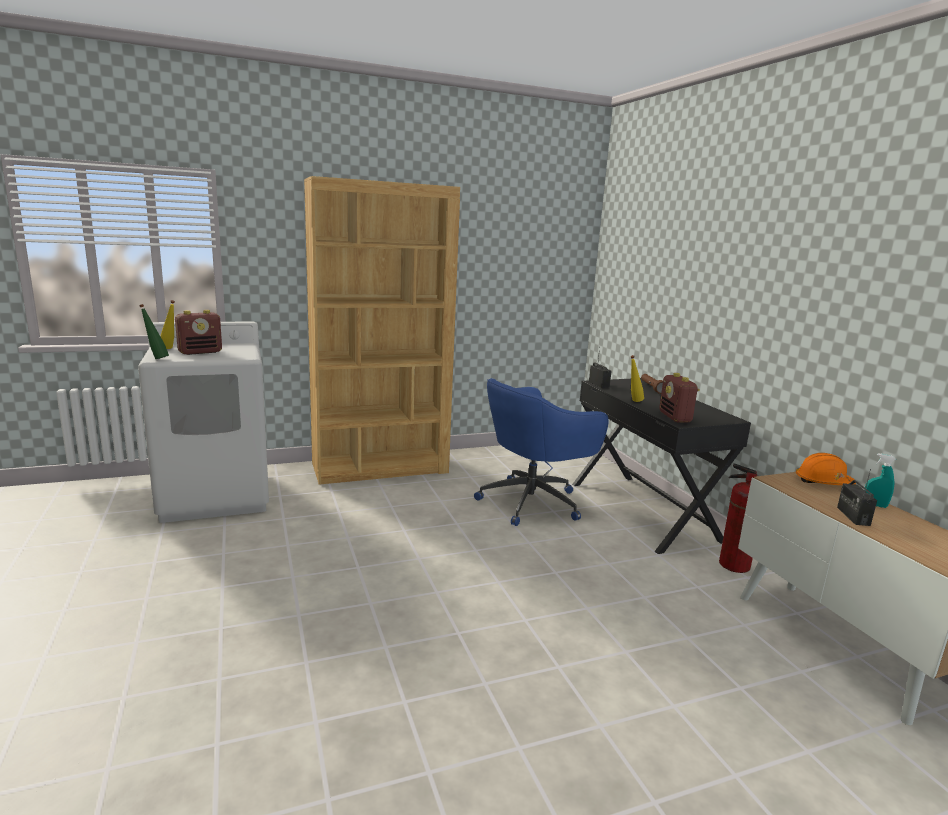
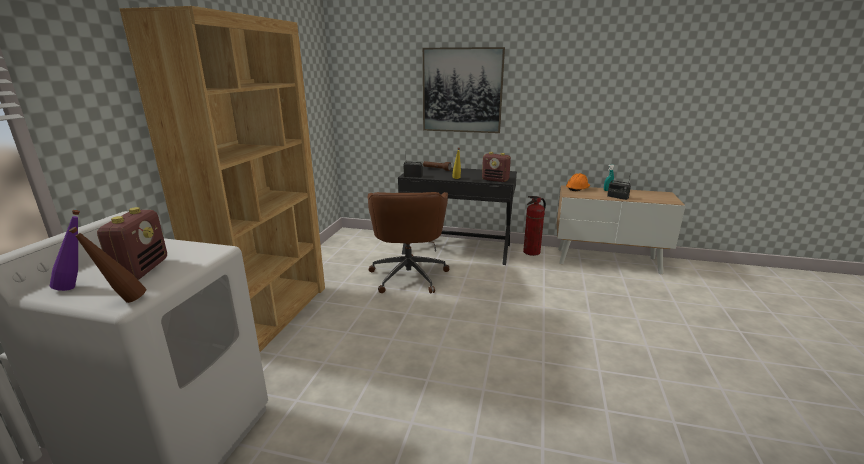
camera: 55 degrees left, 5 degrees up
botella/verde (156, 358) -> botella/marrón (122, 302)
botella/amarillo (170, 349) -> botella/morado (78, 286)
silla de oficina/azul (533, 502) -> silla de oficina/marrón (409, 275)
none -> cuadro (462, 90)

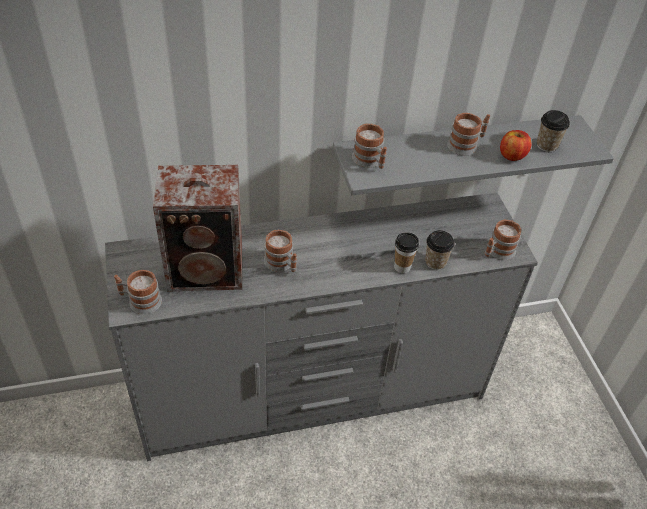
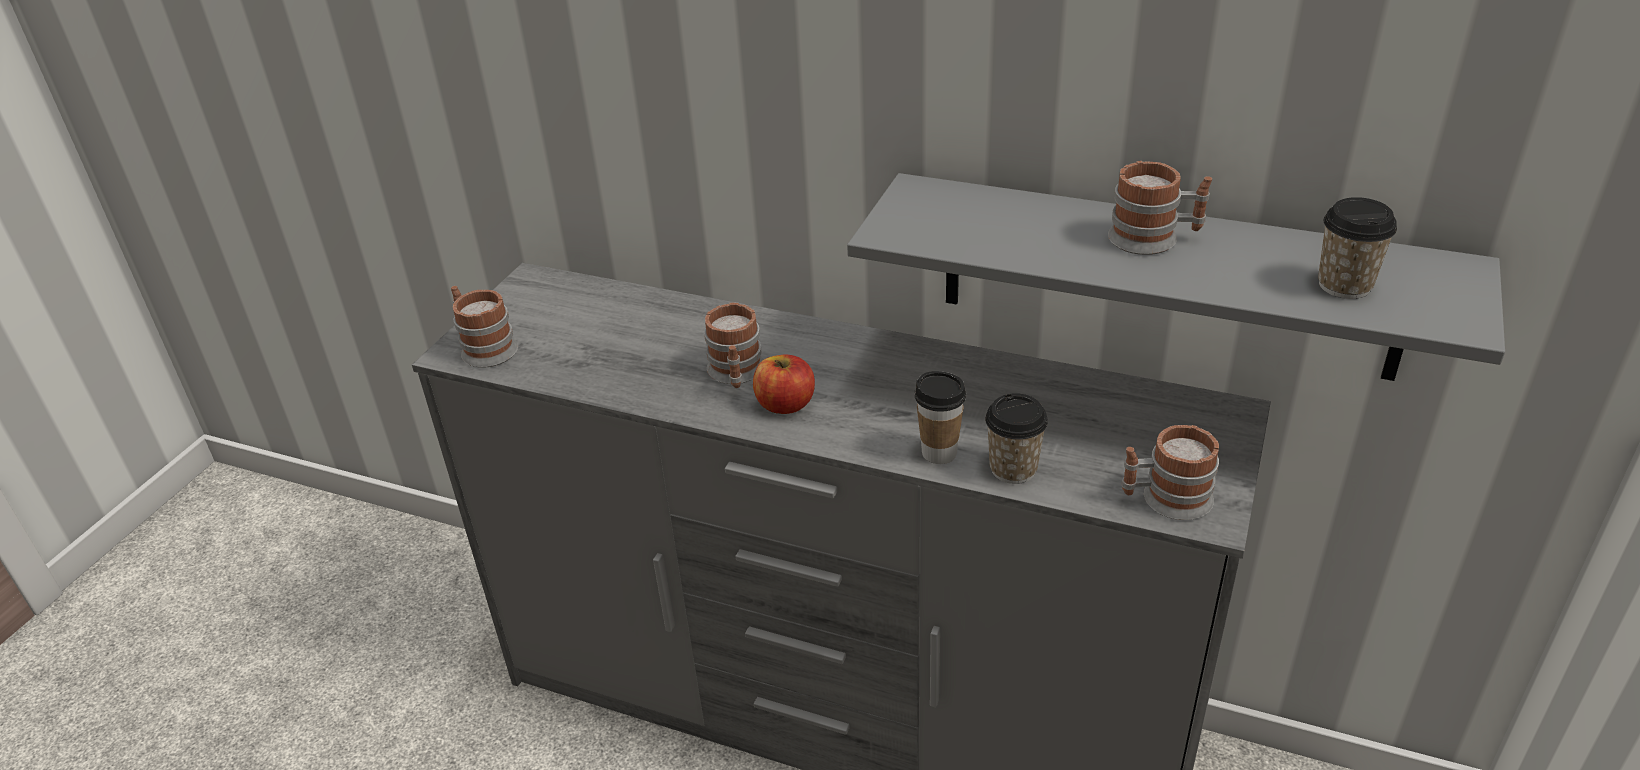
camera: 40 degrees right, 10 degrees down
altavoz (208, 270) -> none
taza grande (370, 161) -> none
manzana (512, 155) -> manzana (785, 404), moved

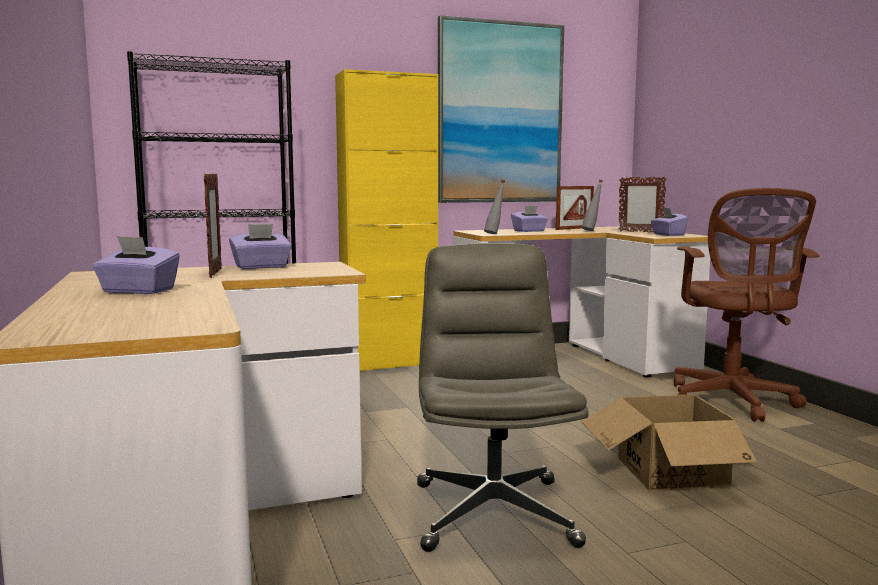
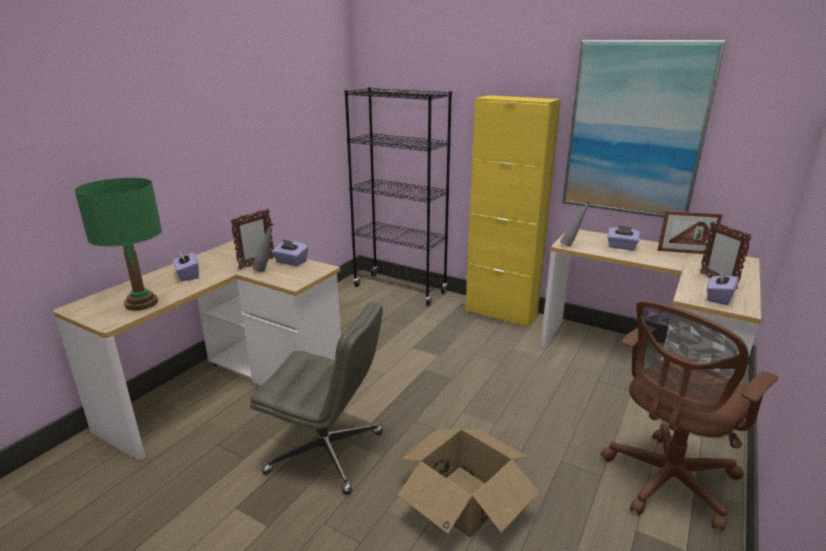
camera: 50 degrees right, 15 degrees up
silla de oficina/gris (492, 513) -> silla de oficina/gris (327, 453), 60 degrees clockwise
botella/gris (592, 230) -> botella/gris (266, 271), moved
none -> lámpara de mesa/verde (141, 303)

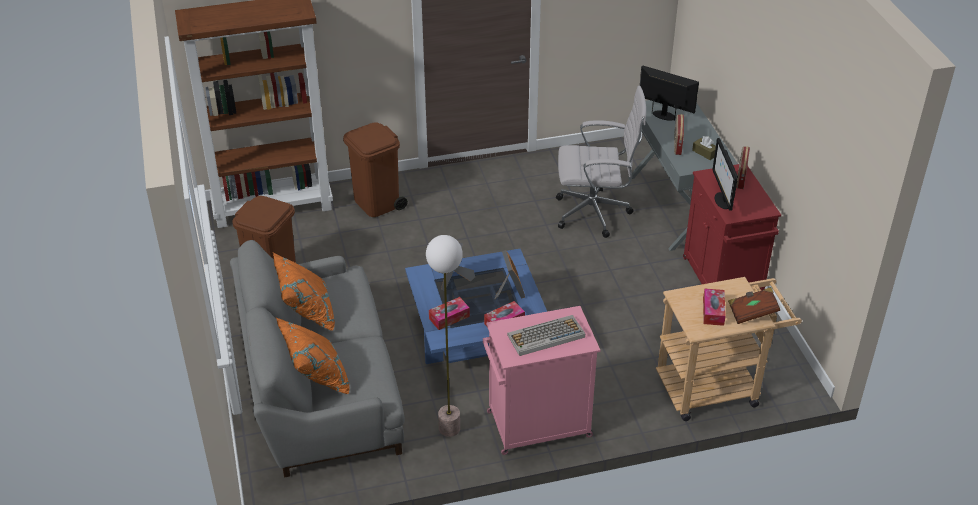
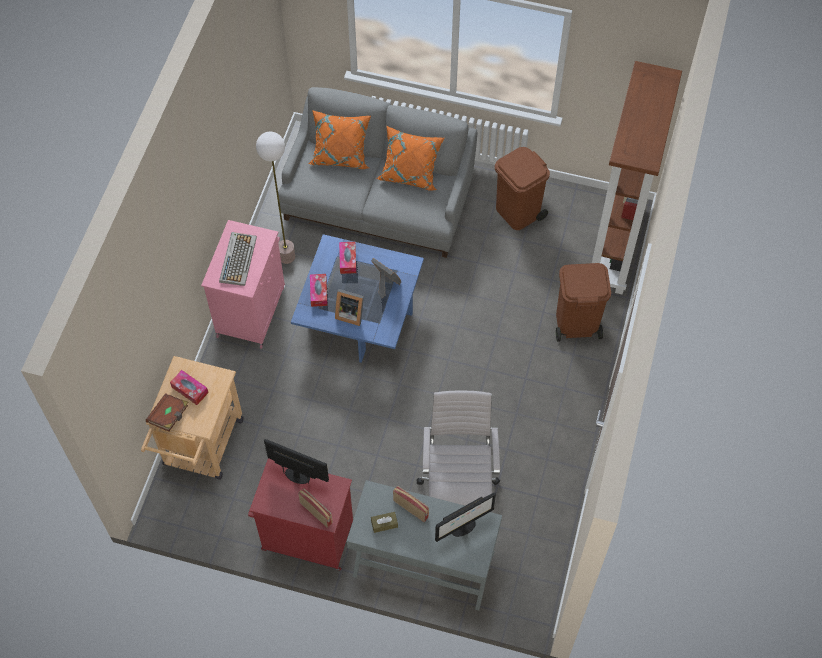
camera: 120 degrees right, 20 degrees up
silla de oficina/blanco (596, 213) -> silla de oficina/blanco (458, 489), 150 degrees clockwise

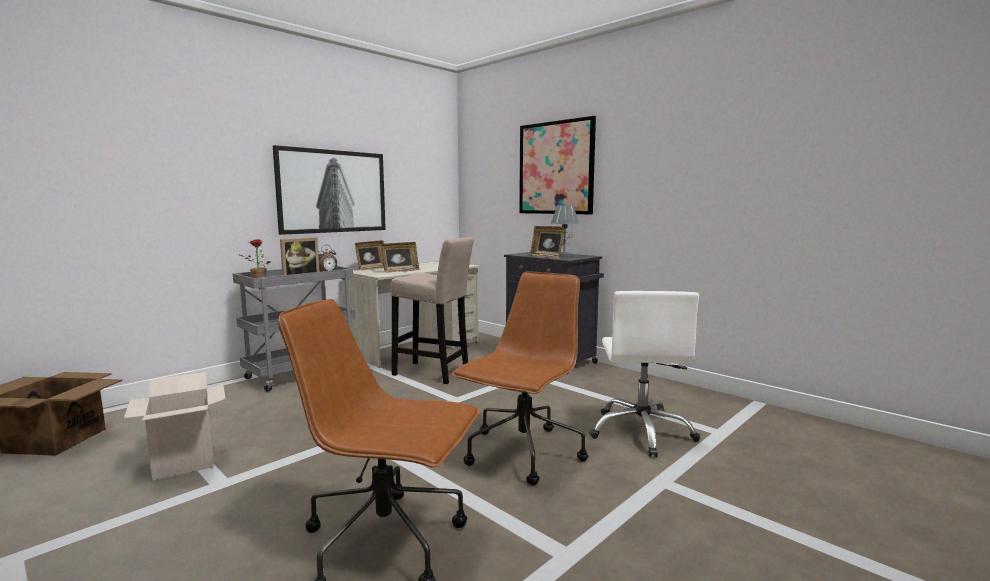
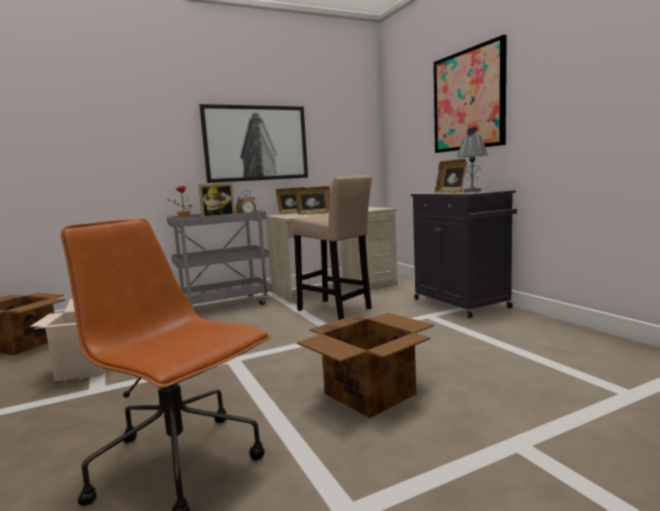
camera: 20 degrees right, 0 degrees up
silla de oficina/marrón (523, 454) -> caja de cartón (371, 393)
silla de oficina/blanco (641, 432) -> none

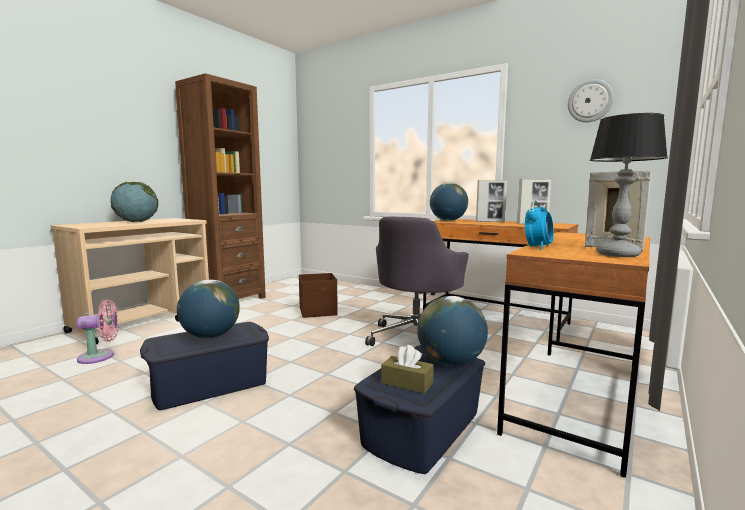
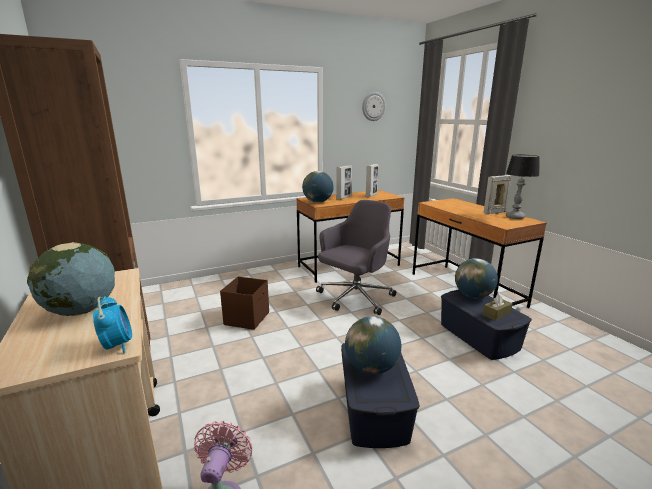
camera: 60 degrees left, 10 degrees up
silla de oficina/gris (417, 337) -> silla de oficina/gris (354, 298), 105 degrees counterclockwise
despertador (538, 247) -> despertador (117, 345), moved

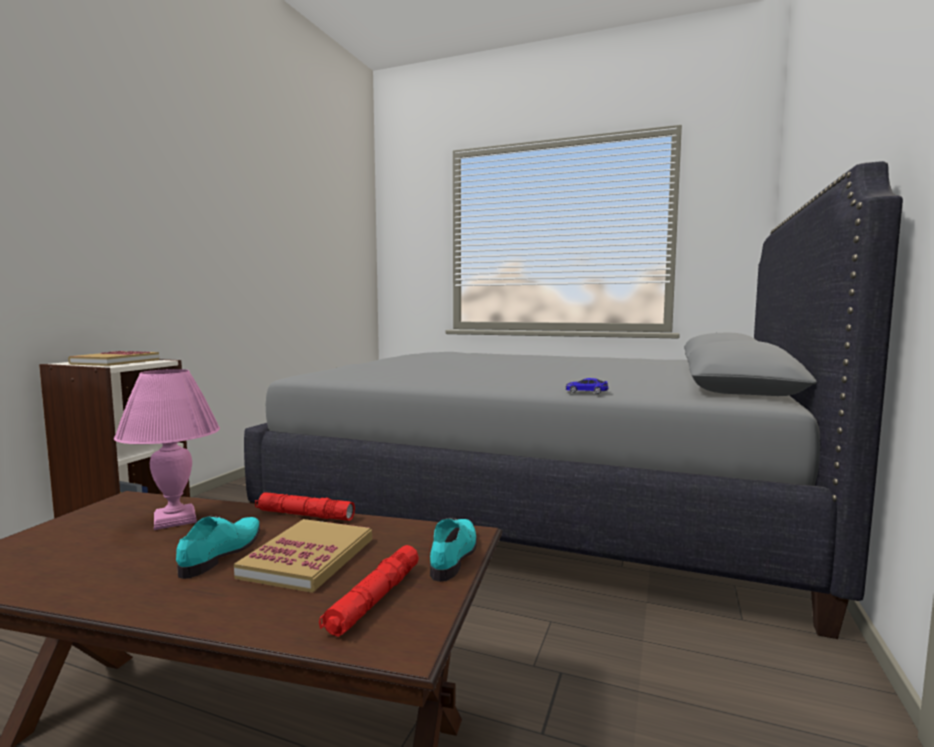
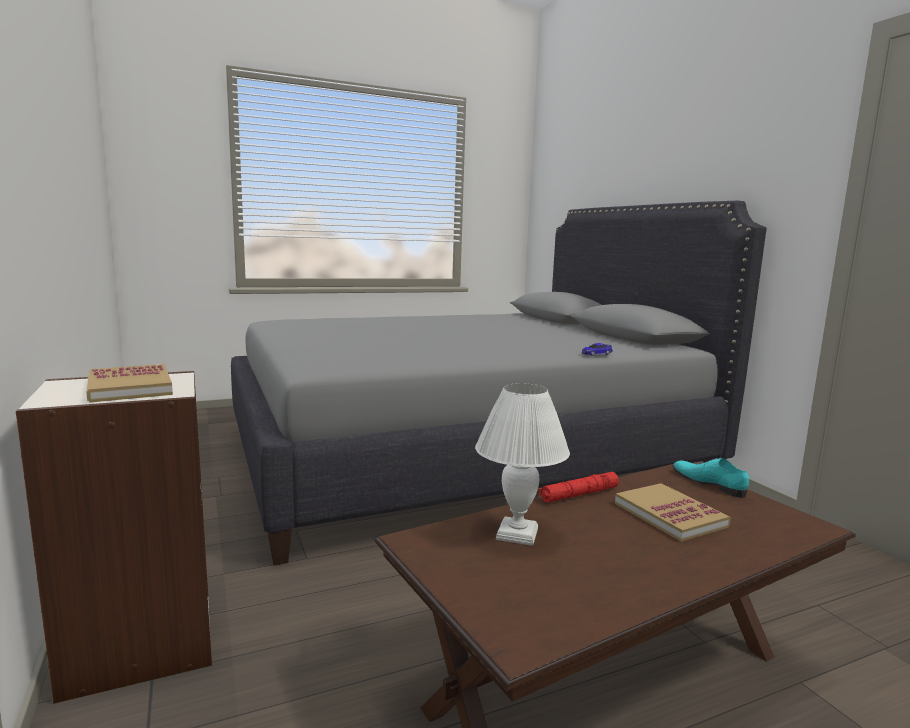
camera: 45 degrees left, 5 degrees up
lámpara de mesa/rosa (176, 519) -> lámpara de mesa/blanco (516, 533)
zapato/turquesa (224, 551) -> none
linterna/rojo (374, 599) -> none

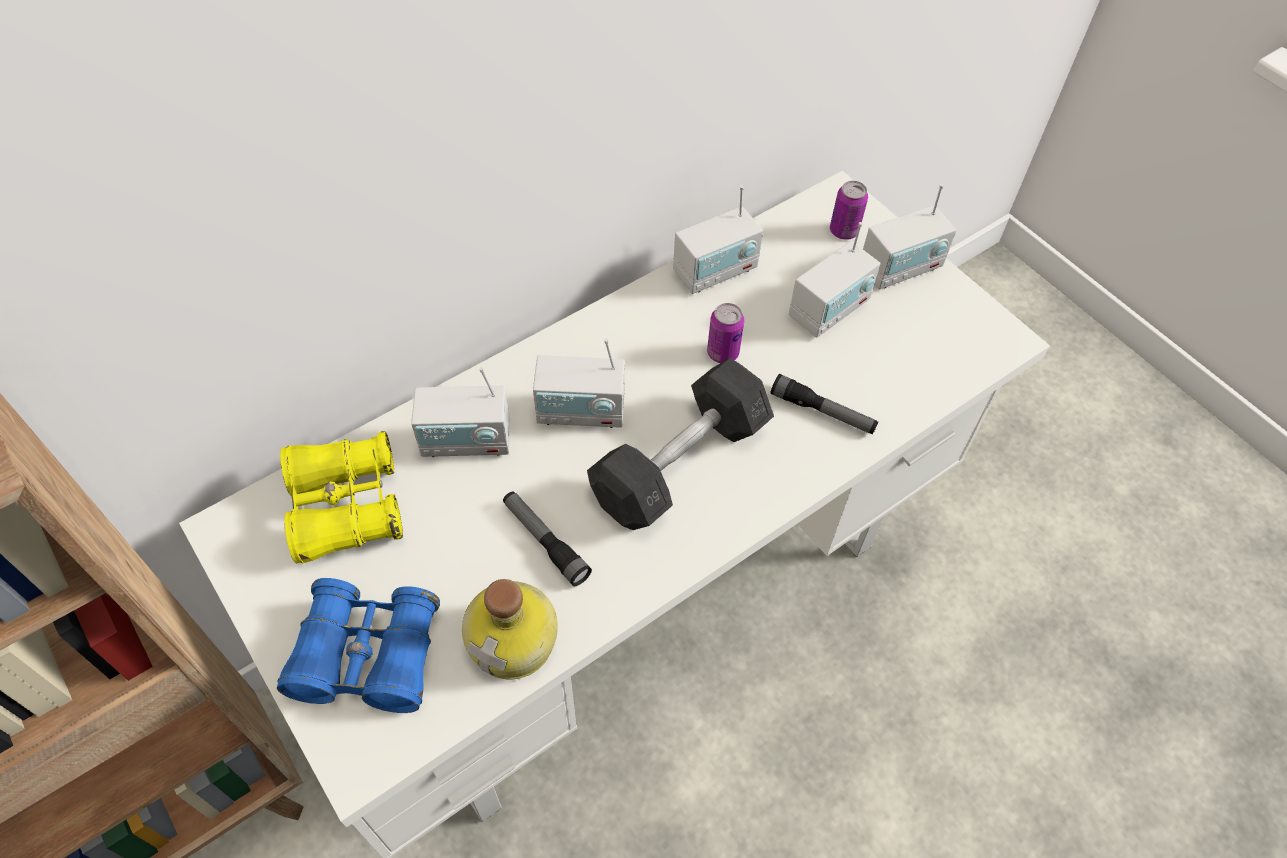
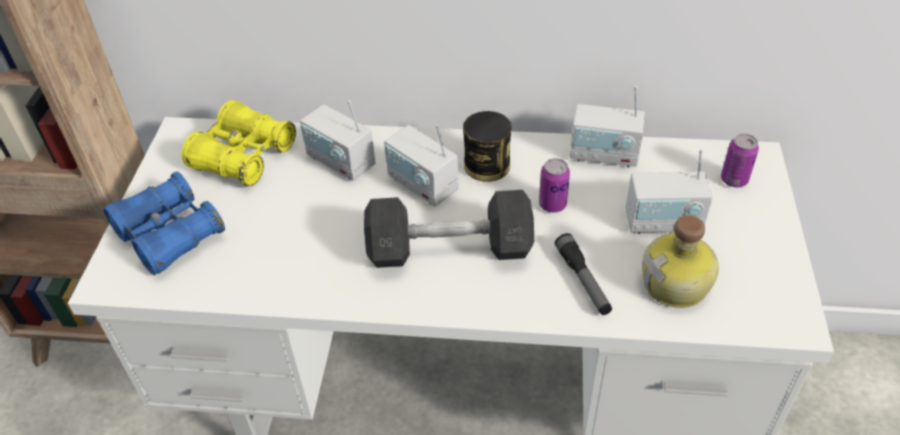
camera: 45 degrees right, 10 degrees down
botella (516, 641) -> botella (677, 285), moved
linterna (545, 541) -> none
radio (900, 268) -> none
none -> lata (487, 165)

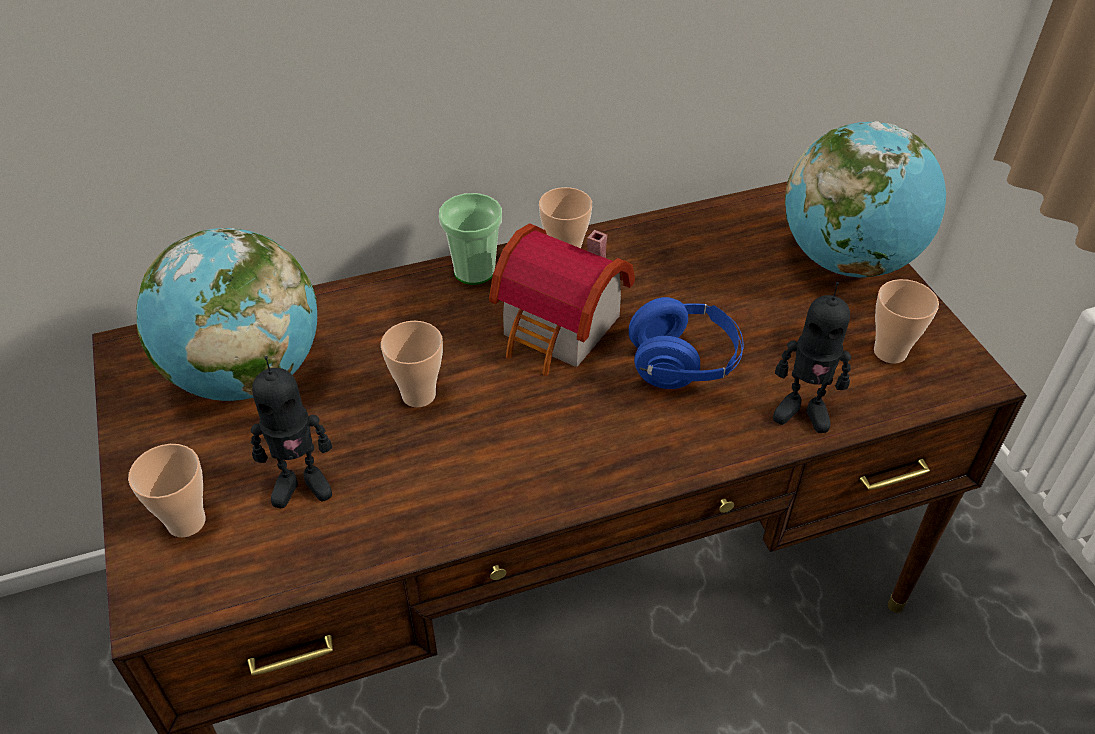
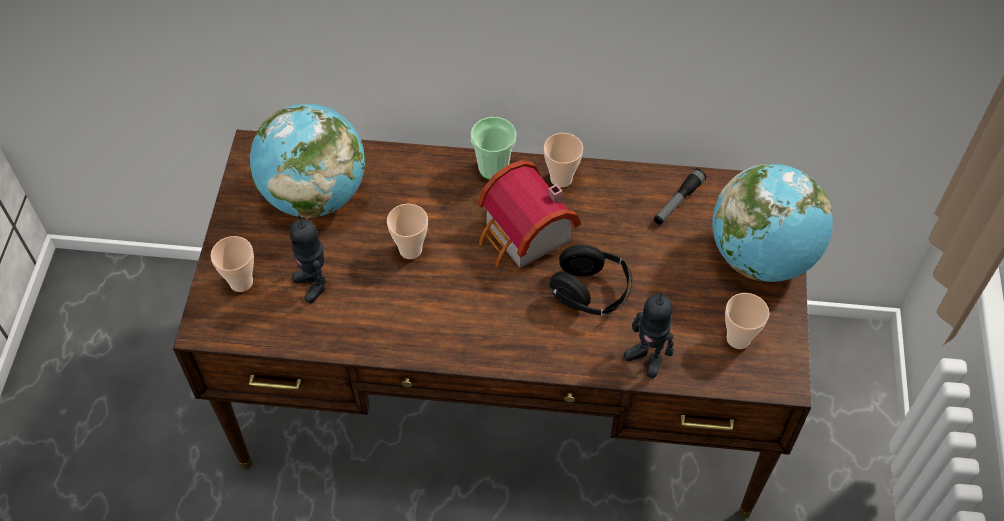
camera: 25 degrees right, 10 degrees up
robot de juguete (301, 484) -> robot de juguete (314, 284), 45 degrees clockwise
auriculares/azul (683, 364) -> auriculares/negro (591, 293)
none -> linterna (678, 201)

